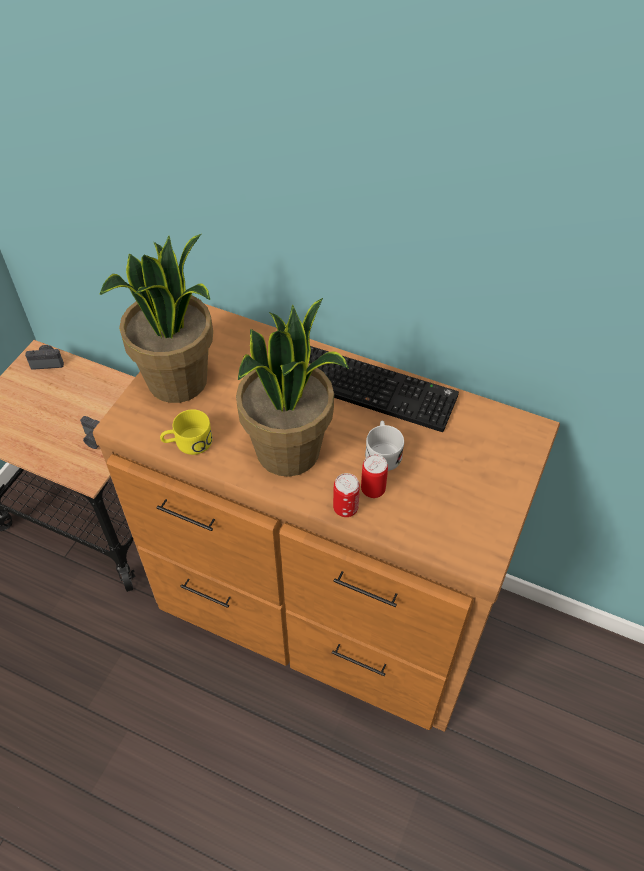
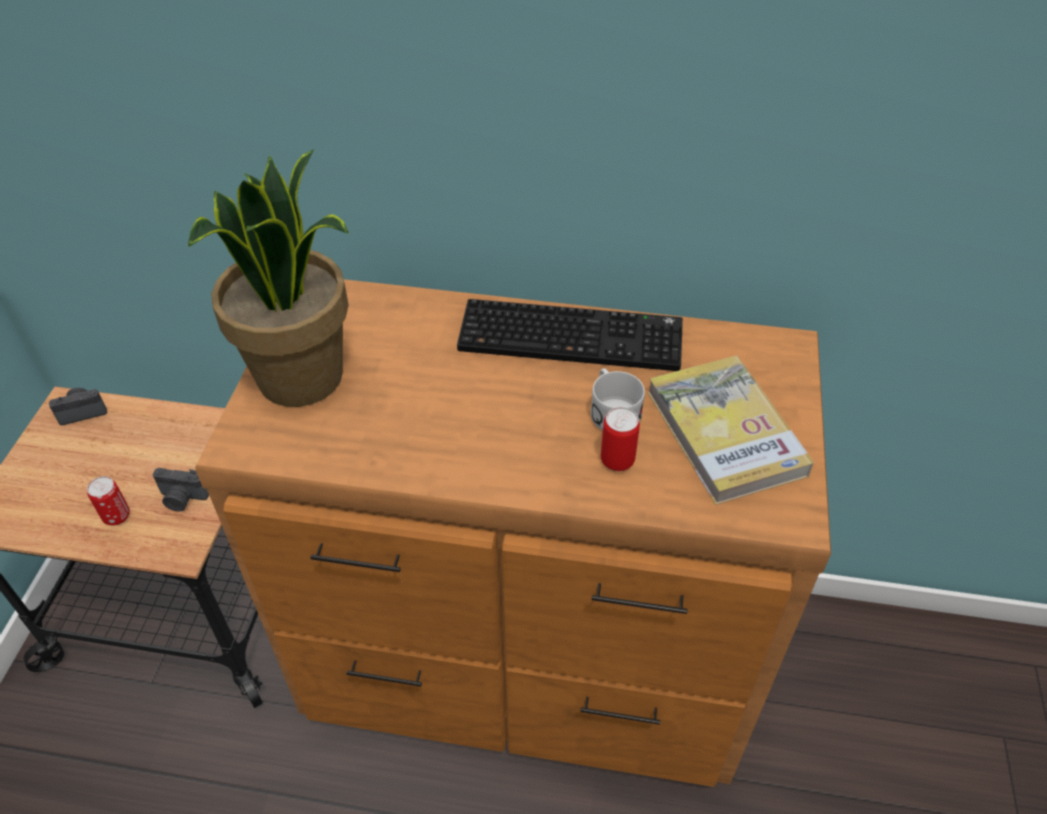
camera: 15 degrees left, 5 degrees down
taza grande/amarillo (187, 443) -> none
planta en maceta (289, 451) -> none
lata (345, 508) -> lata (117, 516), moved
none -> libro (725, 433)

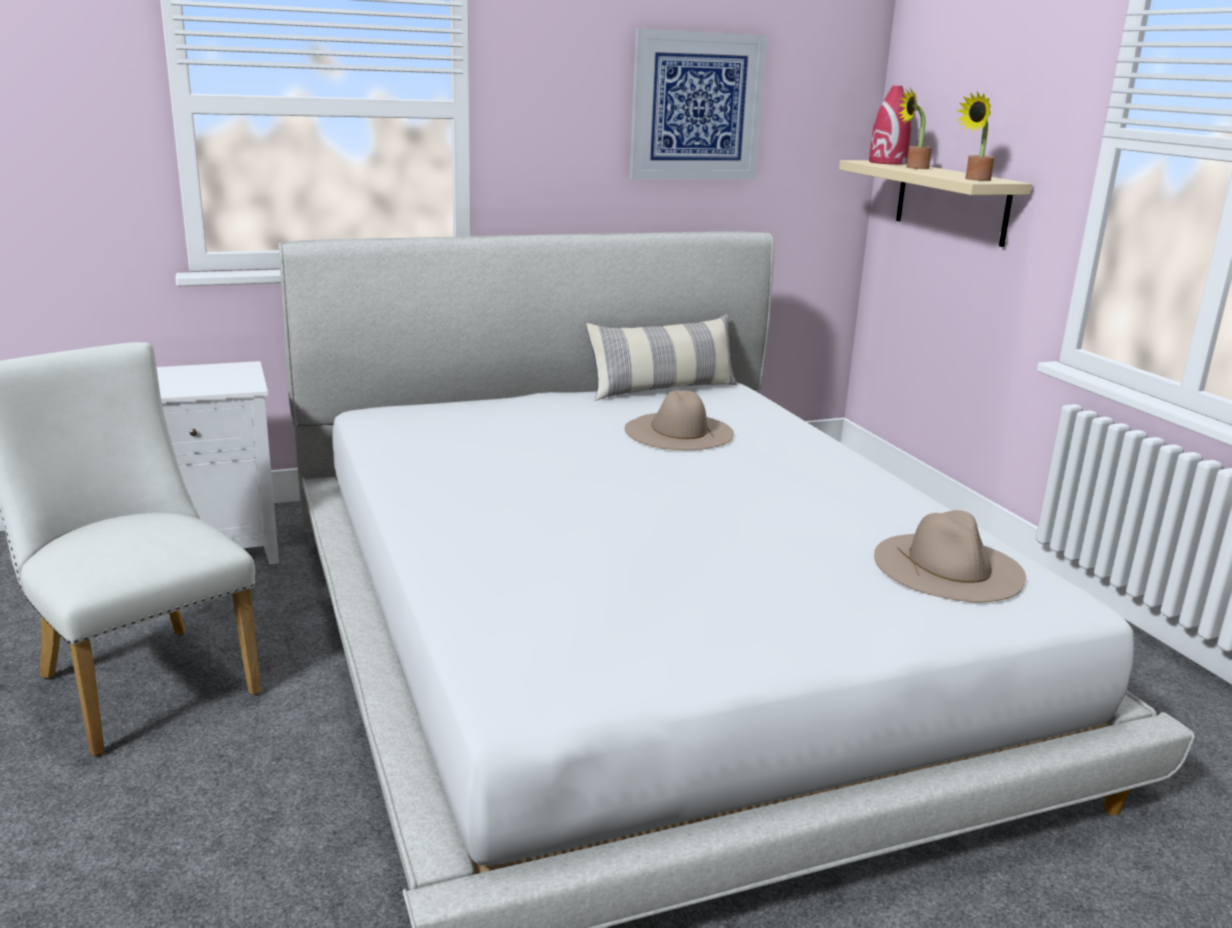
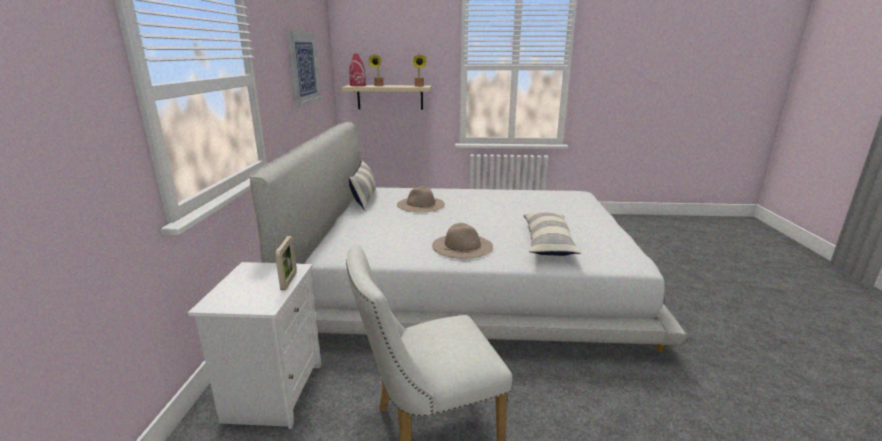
camera: 65 degrees left, 0 degrees up
sombrero/beis (949, 566) -> sombrero/beis (462, 245), moved
none -> portarretratos (289, 281)
none -> cojín (547, 242)

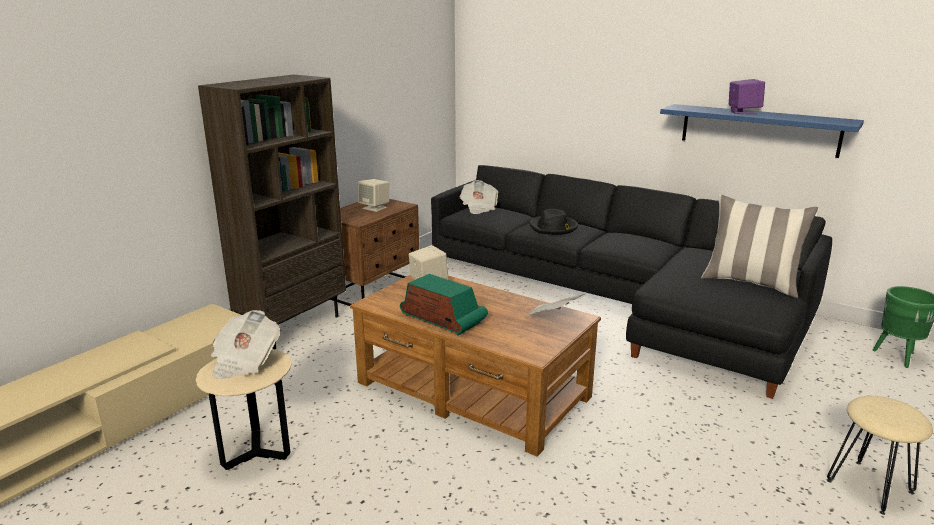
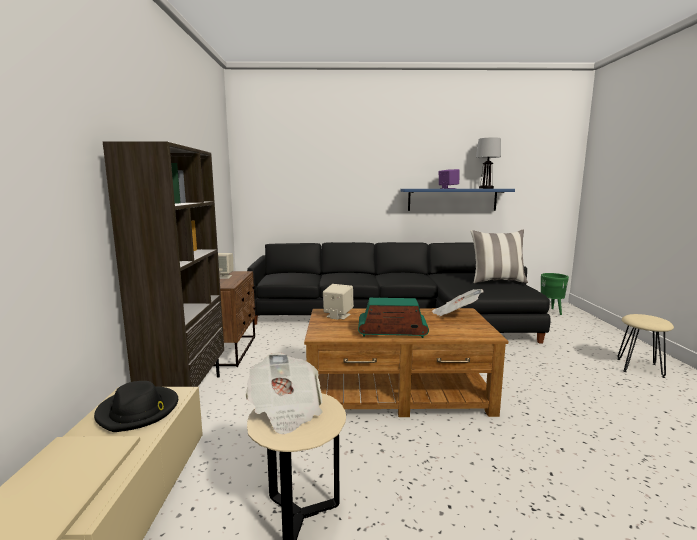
camera: 35 degrees left, 10 degrees down
periódico (479, 208) -> none
sombrero/negro (553, 227) -> sombrero/negro (138, 411), moved
none -> lámpara de mesa (486, 188)

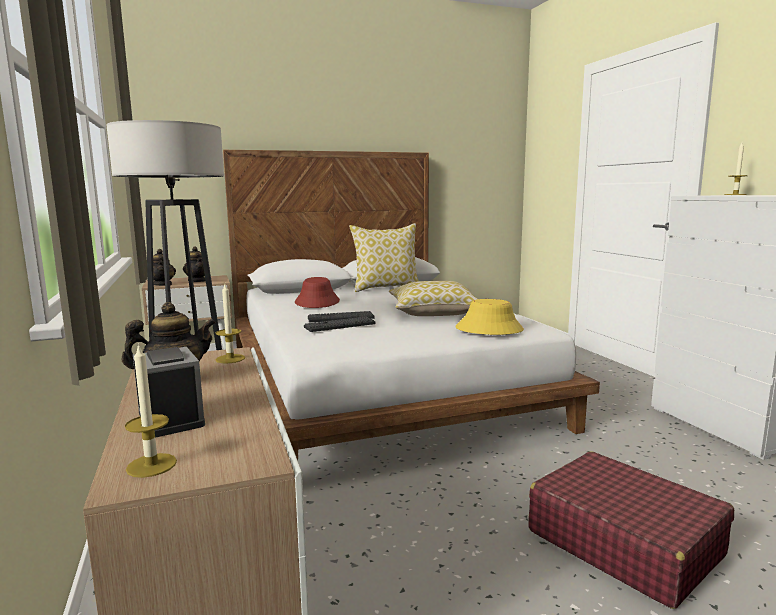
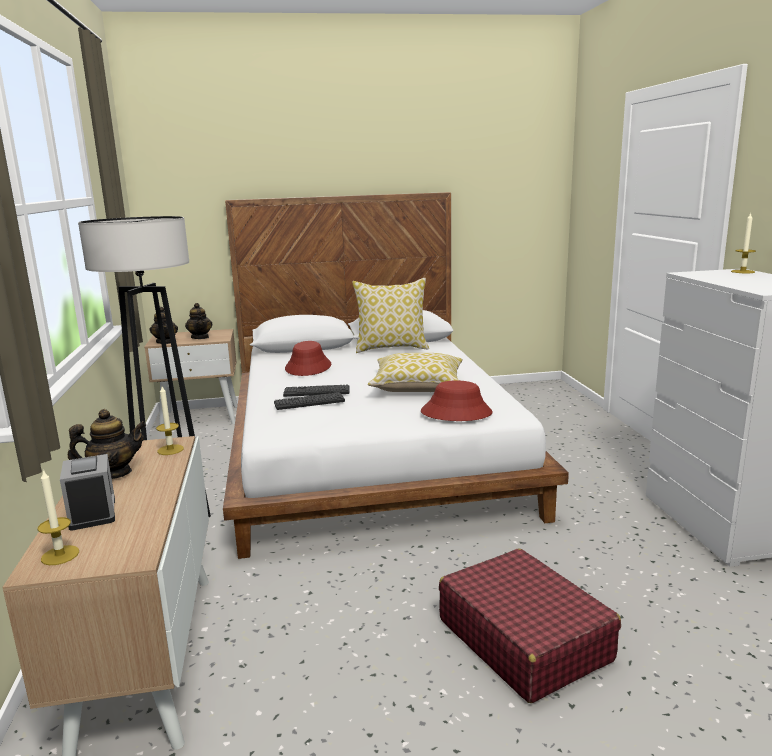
camera: 10 degrees right, 5 degrees up
sombrero/amarillo (489, 329) -> sombrero/rojo (456, 412)

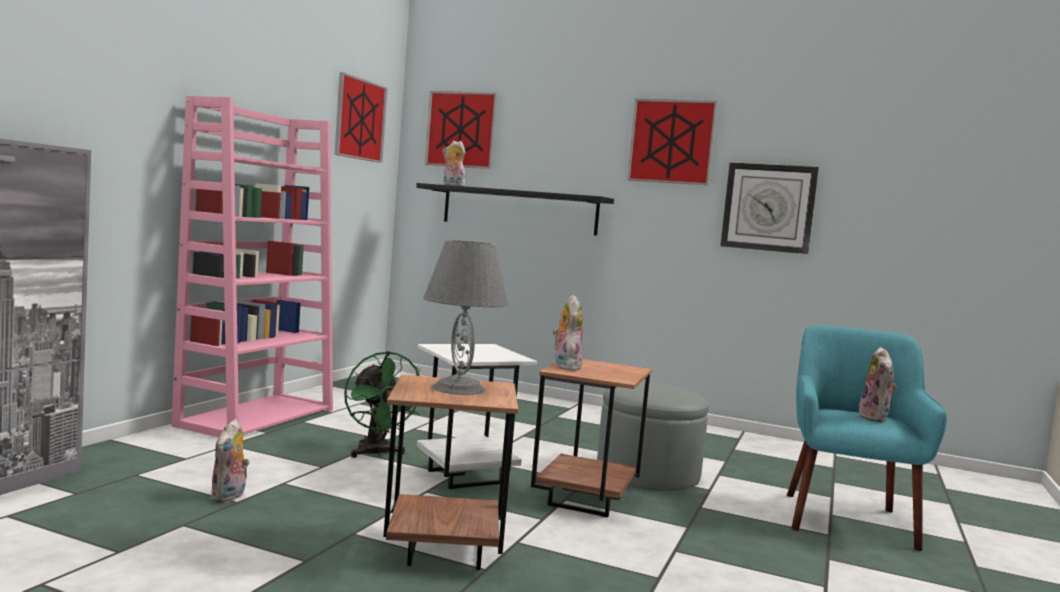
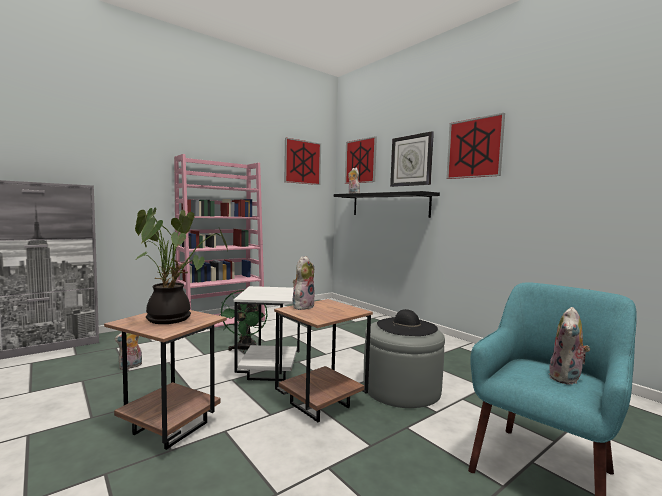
camera: 30 degrees right, 0 degrees up
lámpara de mesa/gris (458, 388) -> planta en maceta (173, 318)
reloj de pared (768, 207) -> reloj de pared (411, 160), moved
none -> sombrero/negro (406, 326)

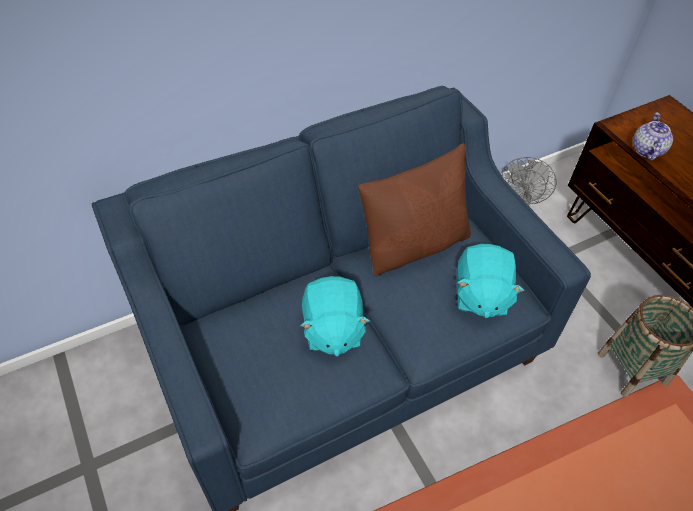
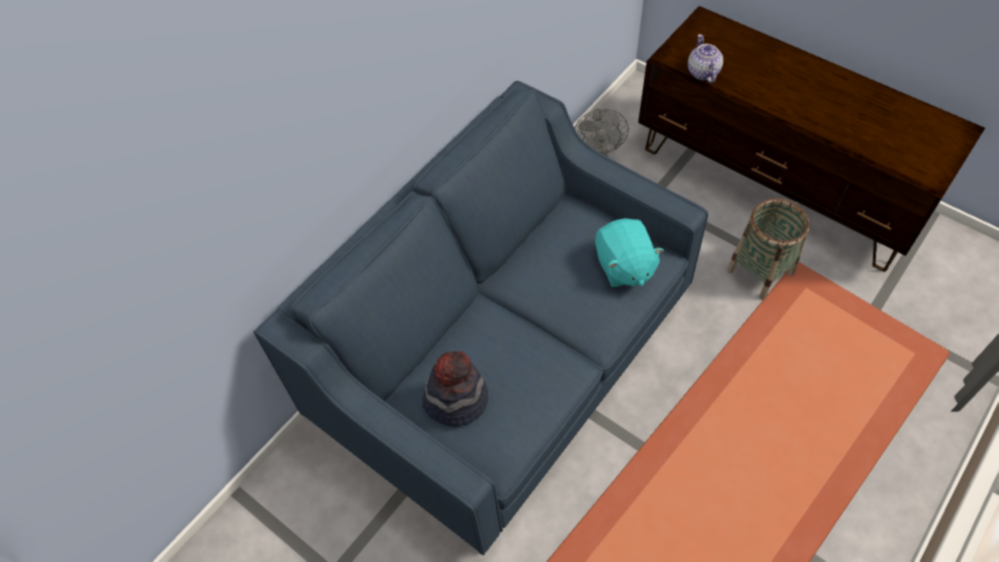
camera: 20 degrees left, 5 degrees up
peluche/turquesa (332, 329) -> none
cojín/marrón (415, 244) -> none
none -> sombrero (456, 400)

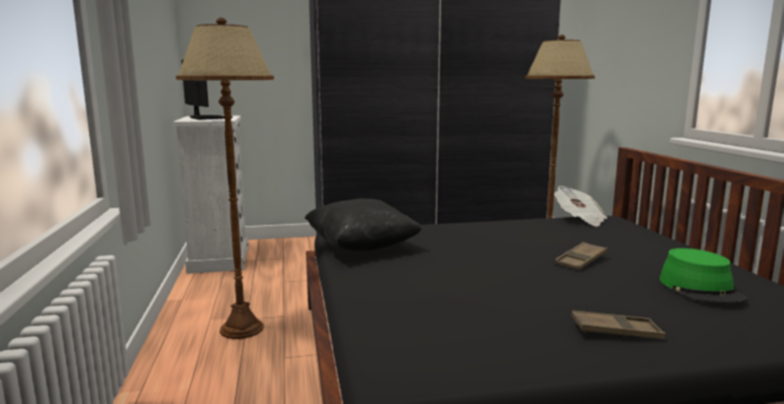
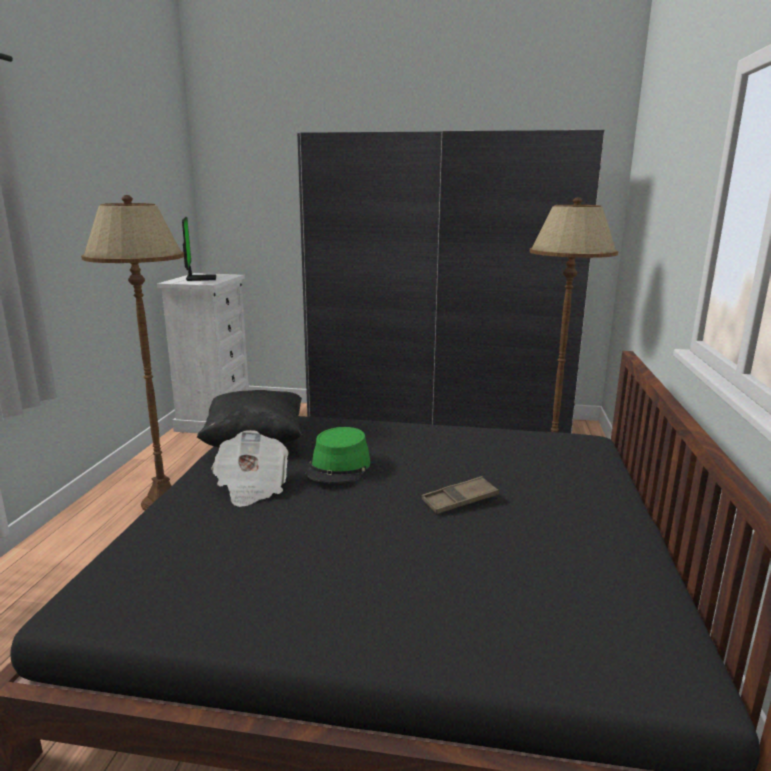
camera: 20 degrees right, 5 degrees up
periódico (579, 219) -> periódico (251, 487), moved
bandeja/marrón (616, 331) -> none
sombrero/verde (701, 289) -> sombrero/verde (339, 467), moved

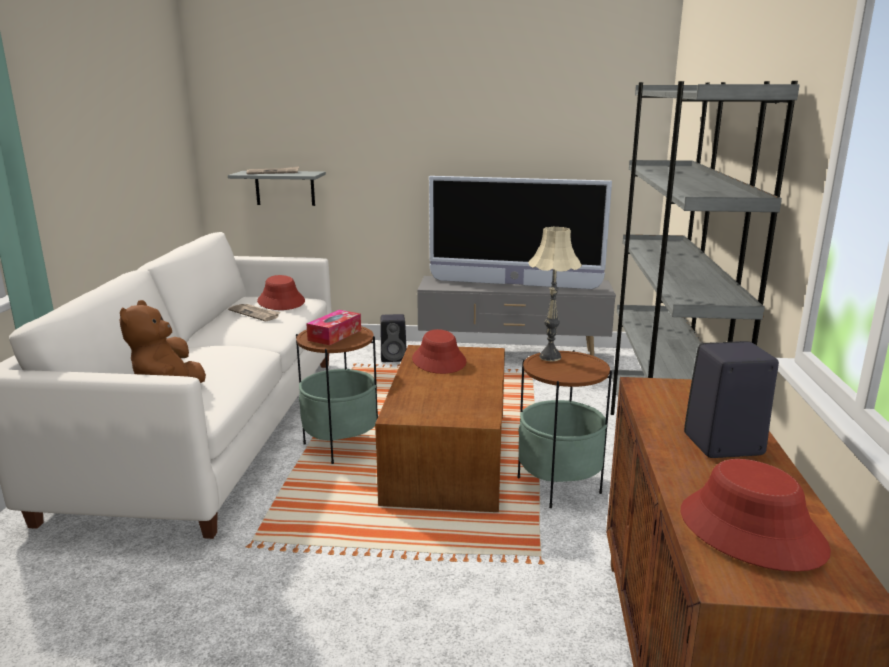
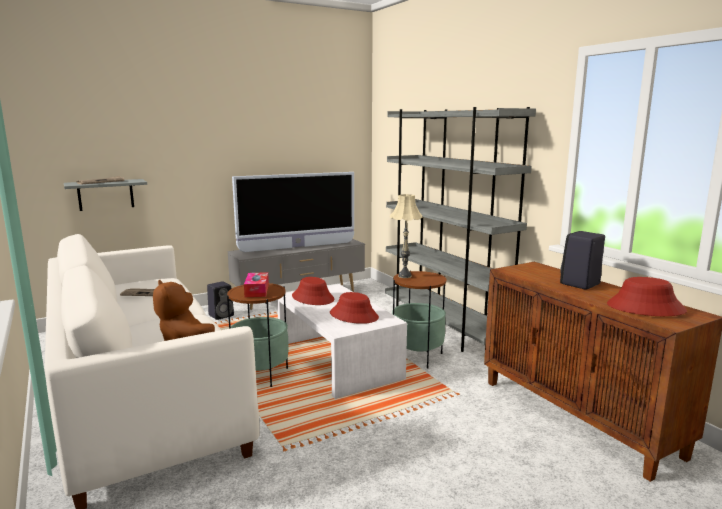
camera: 35 degrees left, 5 degrees down
sombrero/rojo (281, 301) -> sombrero/rojo (354, 315), moved
mesa de centro/marrón (446, 455) -> mesa de centro/blanco (337, 360)

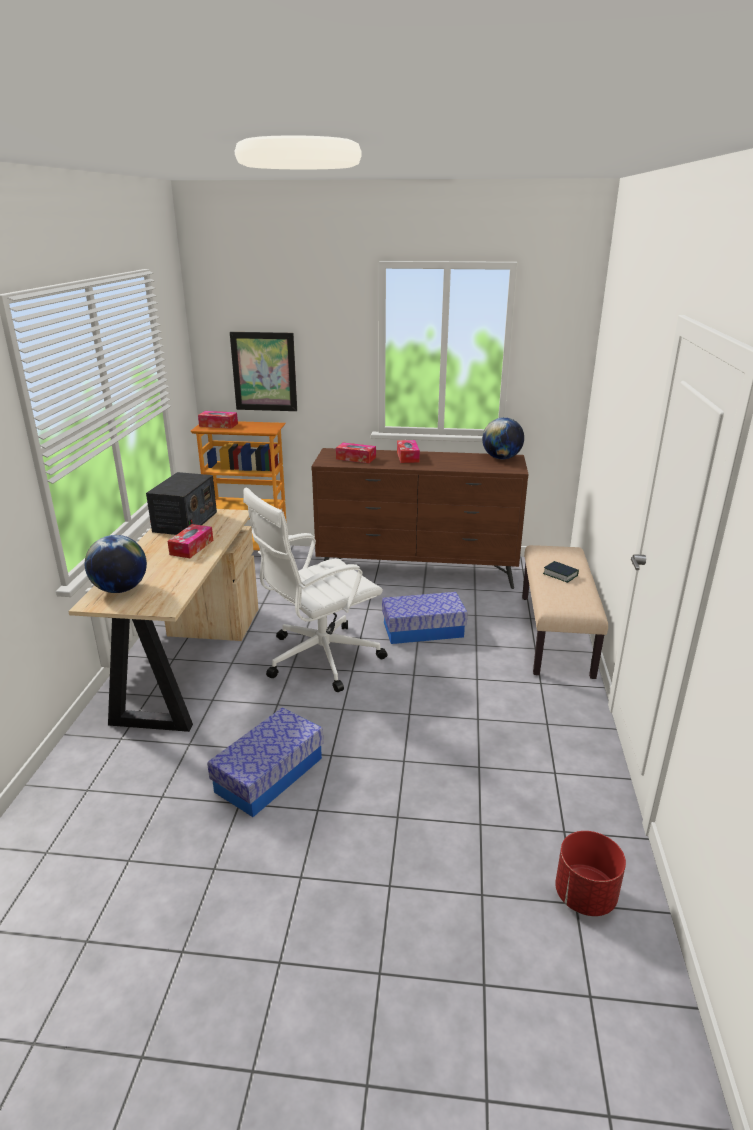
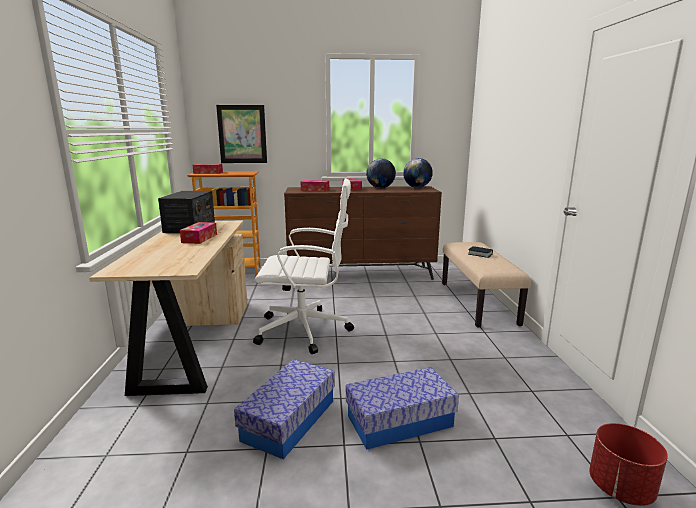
camera: 10 degrees left, 10 degrees down
globo terráqueo (120, 589) -> globo terráqueo (380, 188), moved
silla de oficina/blanco (319, 658) -> silla de oficina/blanco (306, 330), 135 degrees counterclockwise
caja de almacenaje (423, 630) -> caja de almacenaje (399, 421), moved

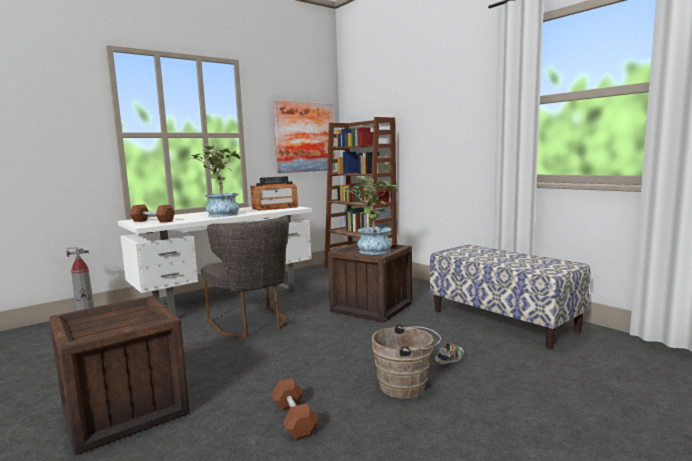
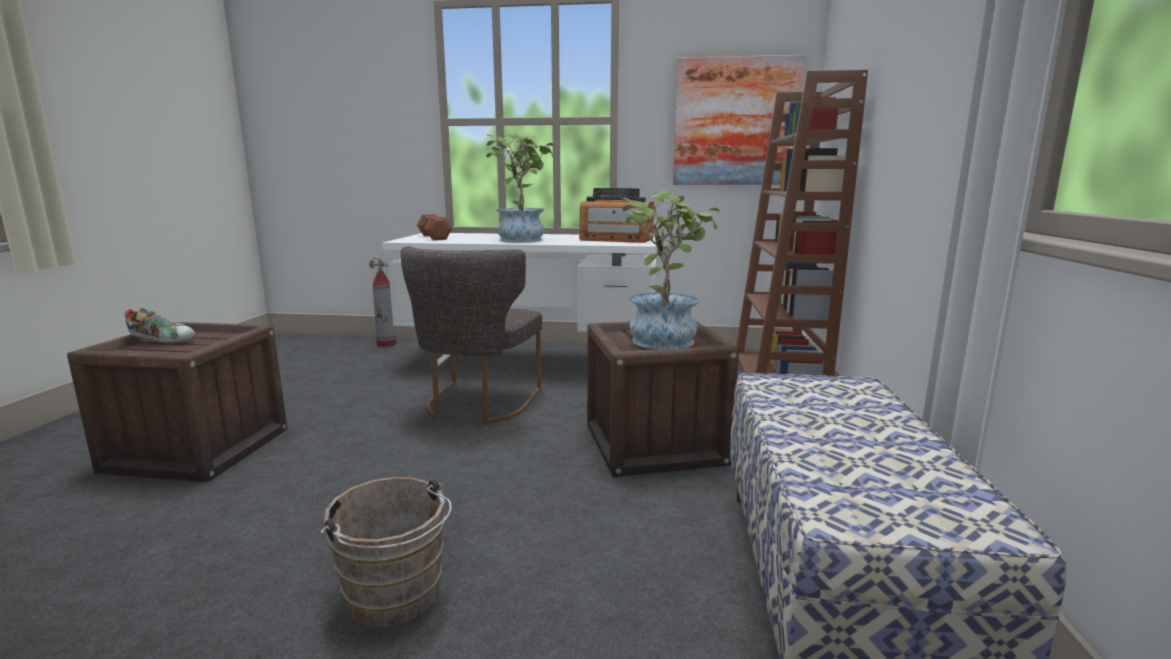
camera: 45 degrees right, 5 degrees up
mancuerna/marrón (294, 419) -> none
zapato (449, 362) -> zapato (163, 341), moved

